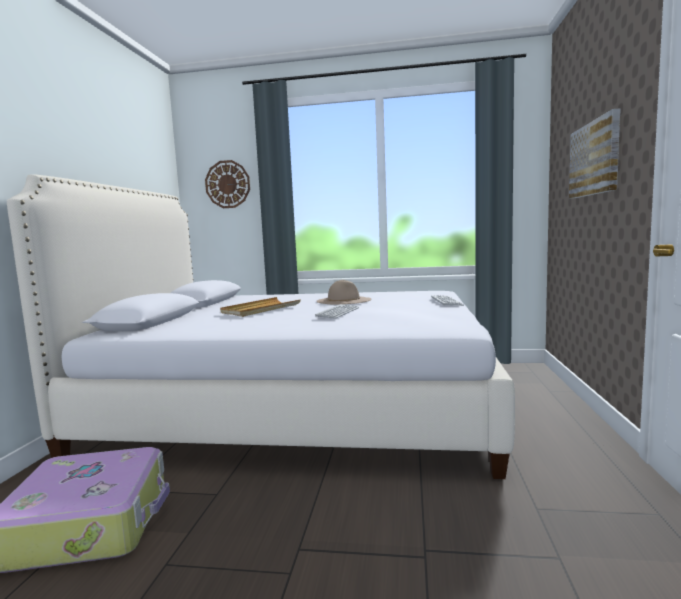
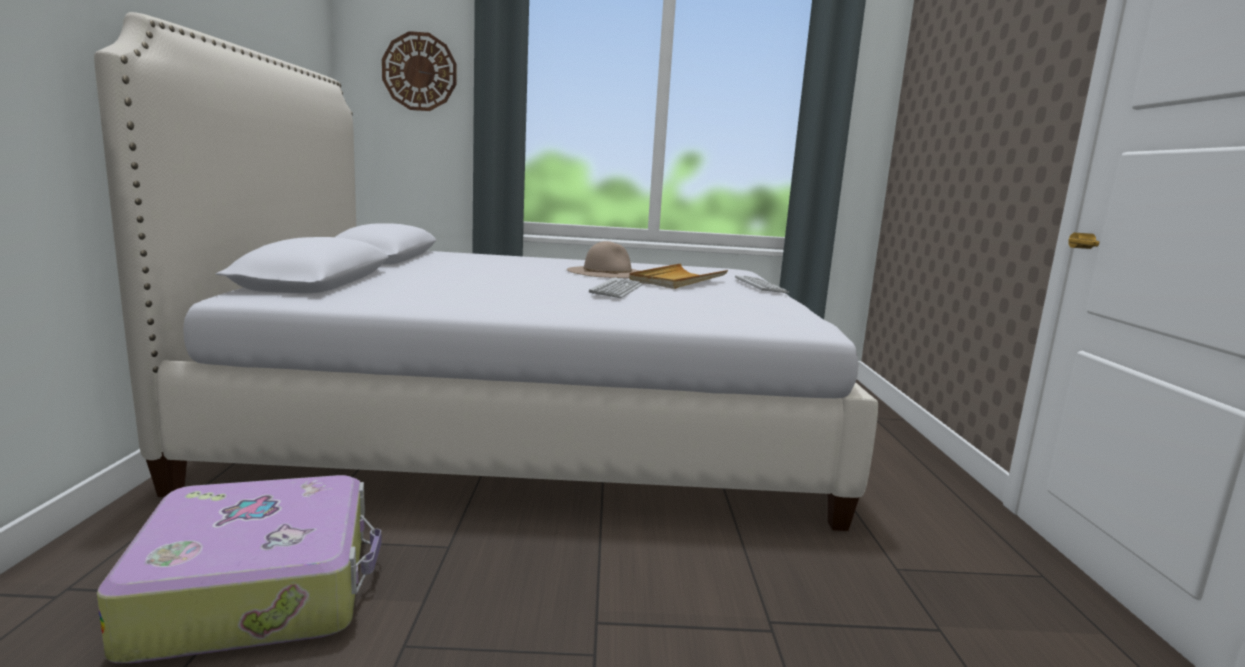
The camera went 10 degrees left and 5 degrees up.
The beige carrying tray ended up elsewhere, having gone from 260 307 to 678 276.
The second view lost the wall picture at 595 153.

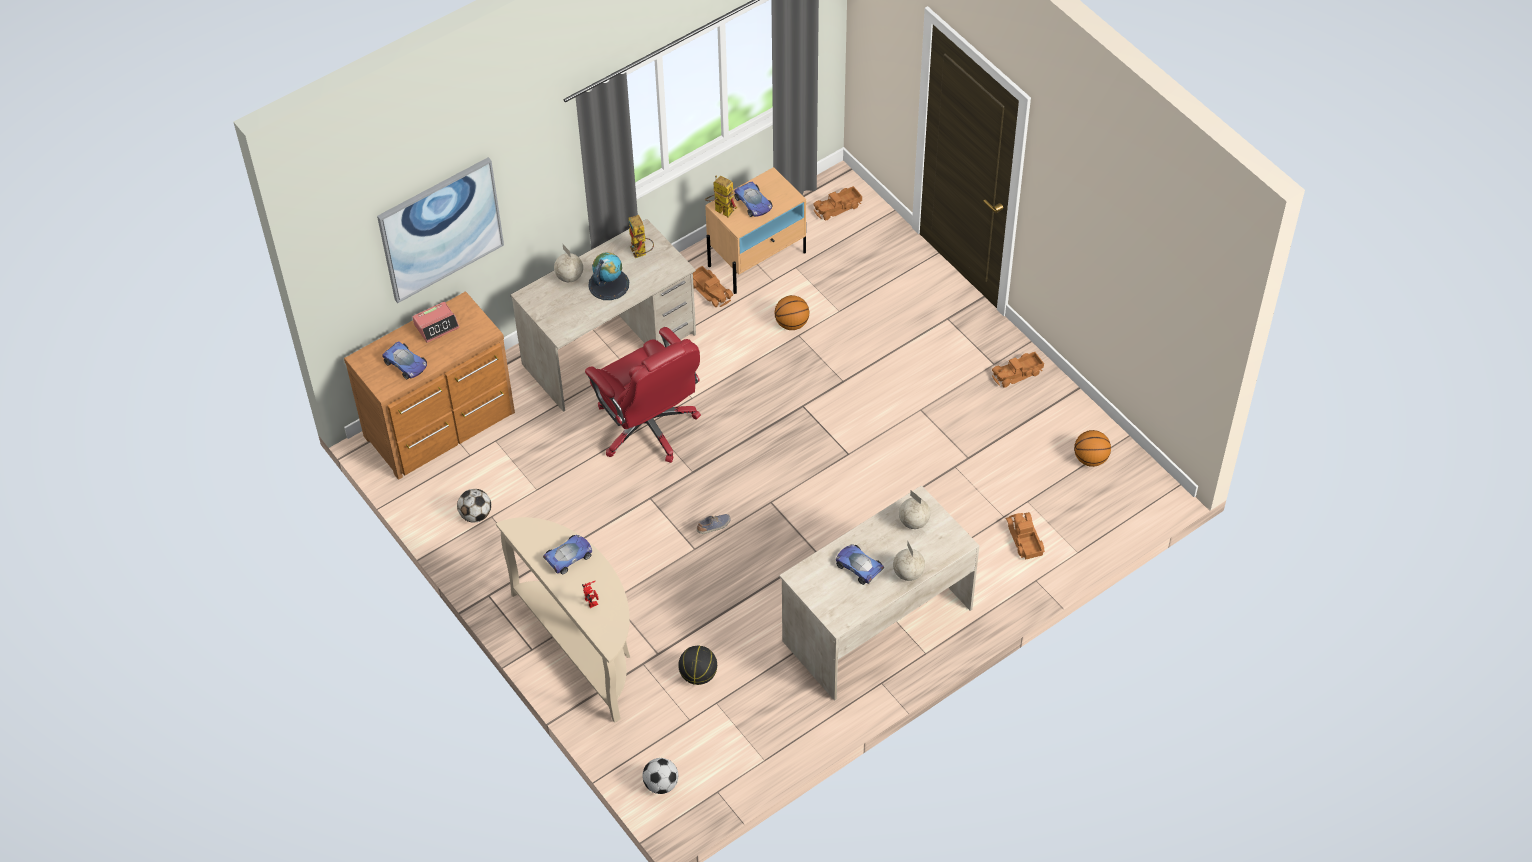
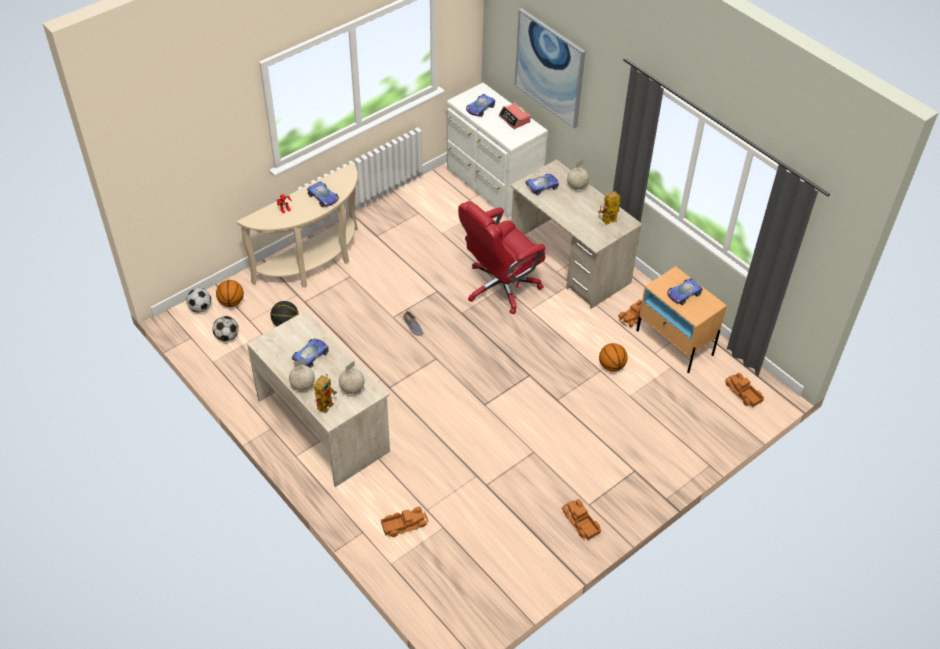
The camera went 85 degrees right and 5 degrees down.
What was the brownish drawer chest at 429 385 turned into the white drawer chest at 497 150.
The football ended up elsewhere, having gone from 474 505 to 226 328.
The second view lost the desk globe at 608 276.
The model robot ended up elsewhere, having gone from 721 196 to 325 394.
The basketball ball ended up elsewhere, having gone from 1092 448 to 230 293.
The second view gained the model car at 542 184.

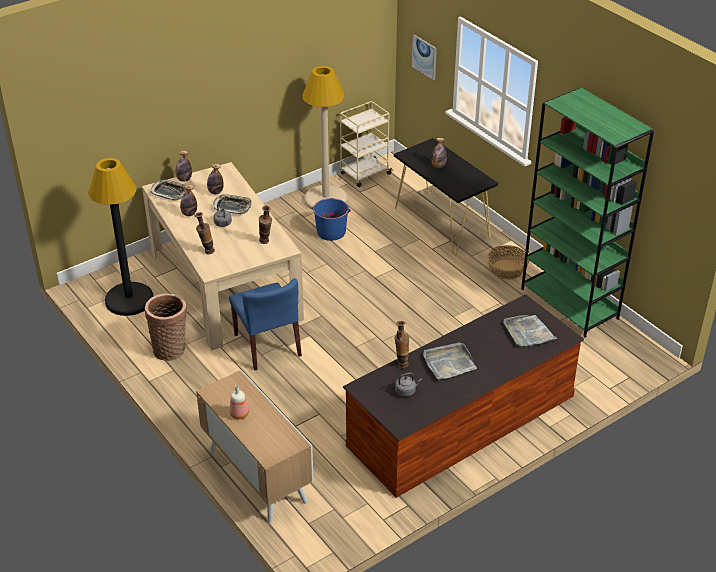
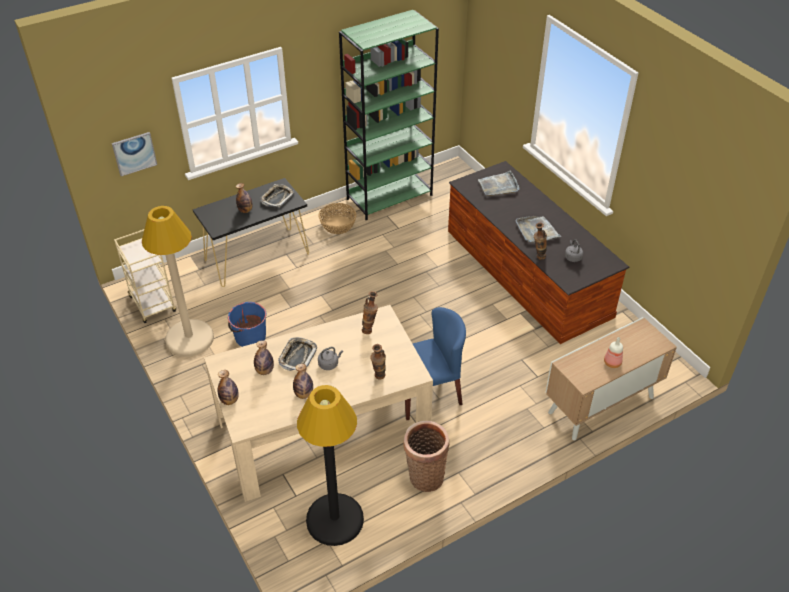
The camera went 85 degrees left and 5 degrees up.
The carrying tray ended up elsewhere, having gone from 168 190 to 277 195.

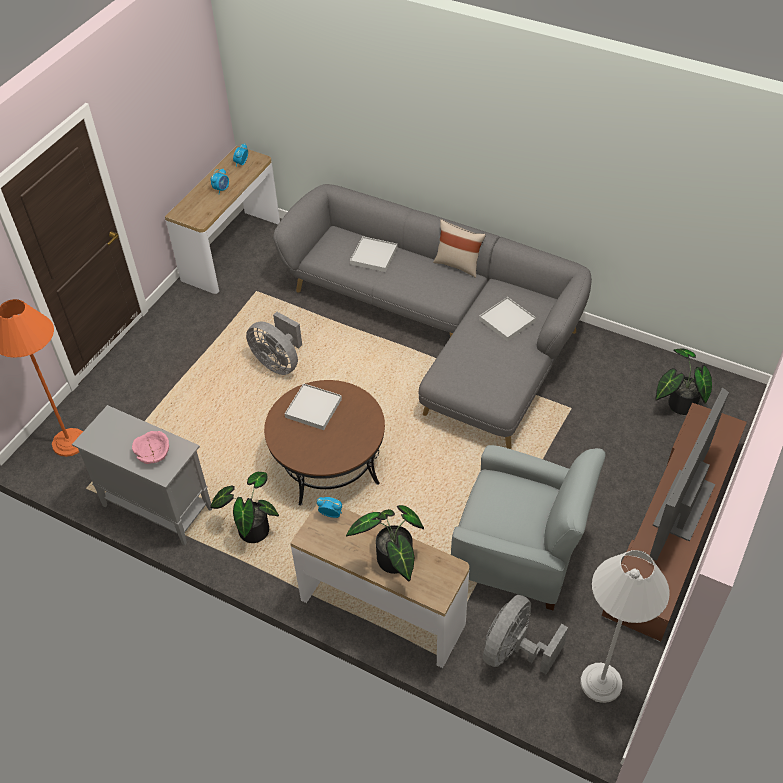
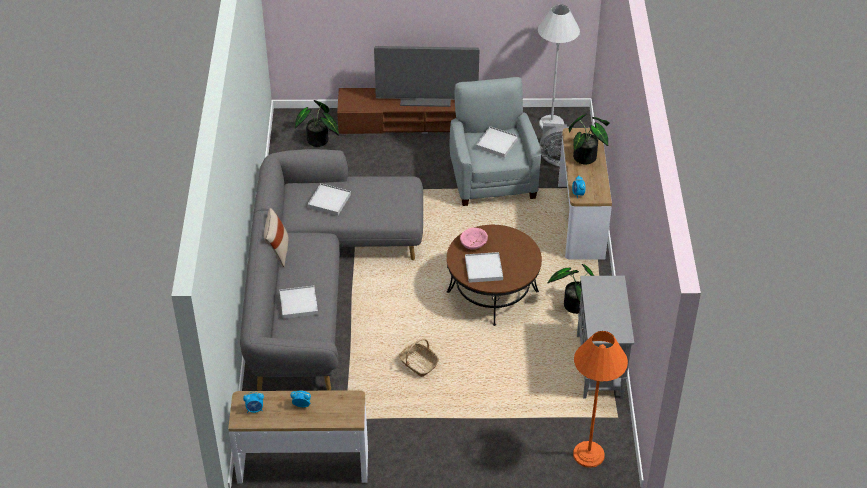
The camera went 120 degrees left and 5 degrees down.
The pink-coloured serving bowl ended up elsewhere, having gone from 150 447 to 474 239.
Where the greyish fan stood at 274 343, the storage basket came to stand at 419 358.
The second view gained the white carrying tray at 497 142.

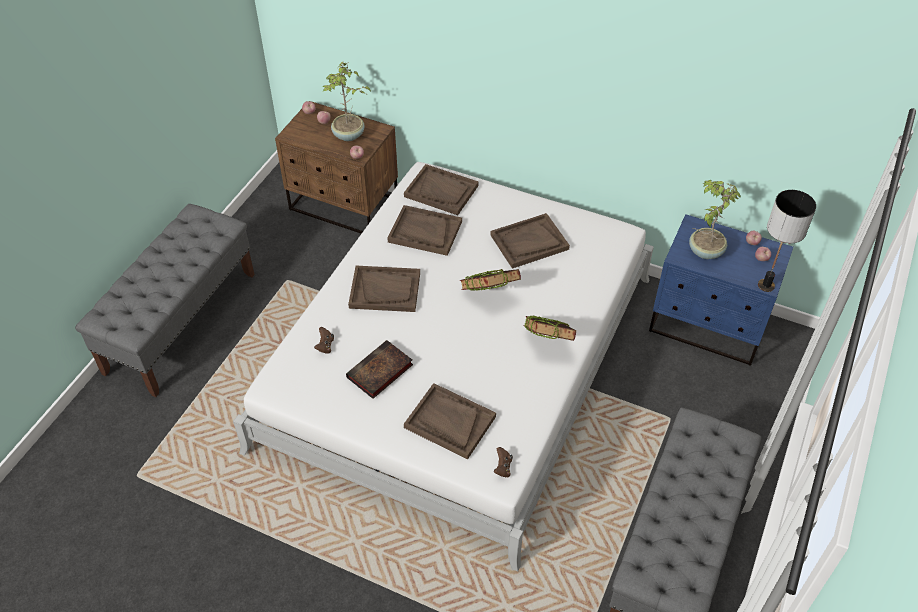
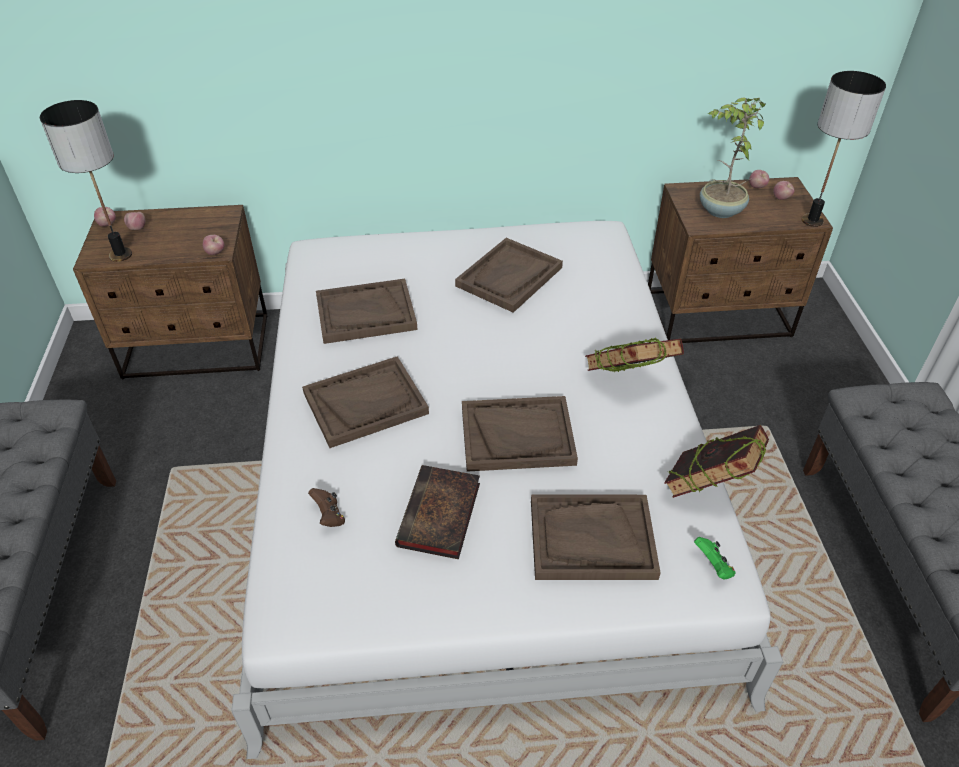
The camera went 30 degrees left and 5 degrees down.
The second view lost the plant in a pot at 347 101.
The brownish carrying tray ended up elsewhere, having gone from 441 189 to 520 434.
The bound book ended up elsewhere, having gone from 490 280 to 716 461.
What was the brownish joypad at 503 462 turned into the green joypad at 715 558.
What was the blue nightstand at 721 290 turned into the brownish nightstand at 740 260.
The second view gained the tabletop lamp at 86 181.

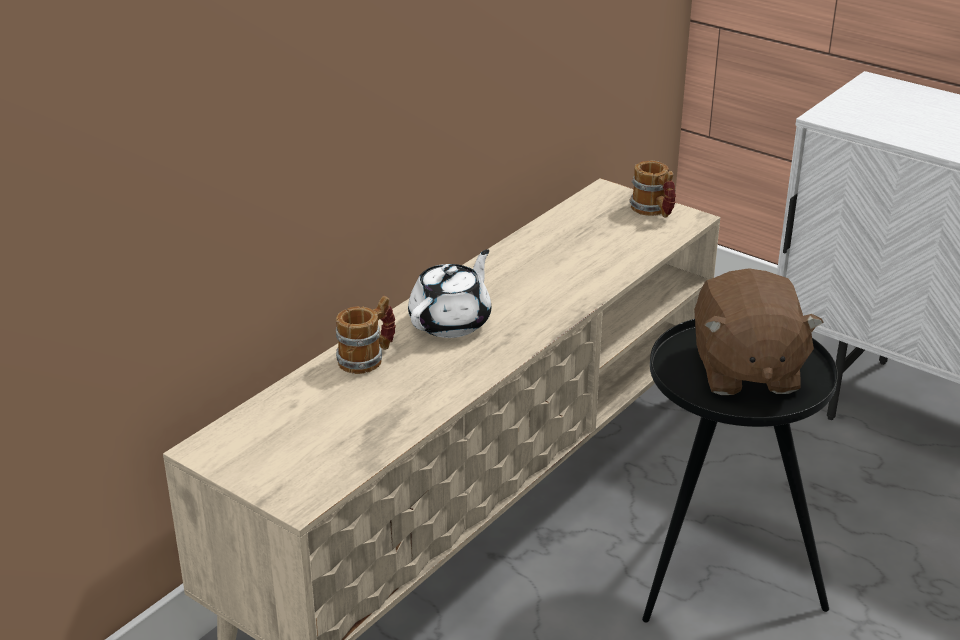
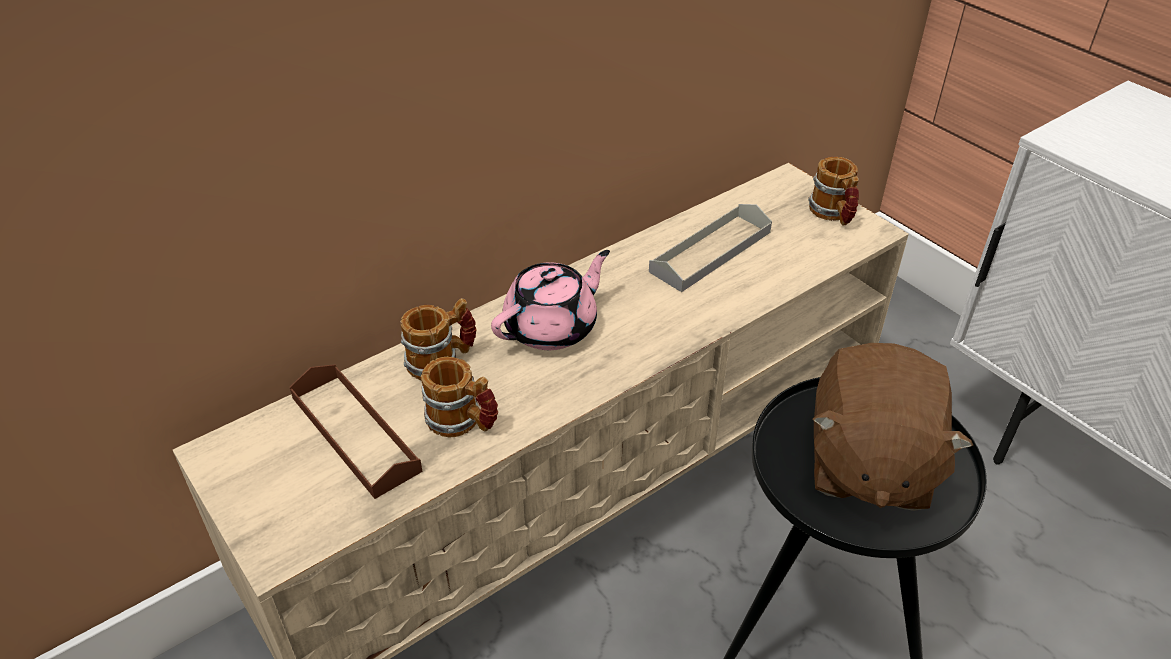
The camera went 15 degrees right and 10 degrees up.
What was the white tea pot at 449 293 turned into the pink-coloured tea pot at 550 300.
The second view gained the brownish carrying tray at 356 431.
The second view gained the tea mug at 459 397.
The second view gained the greyish carrying tray at 710 248.

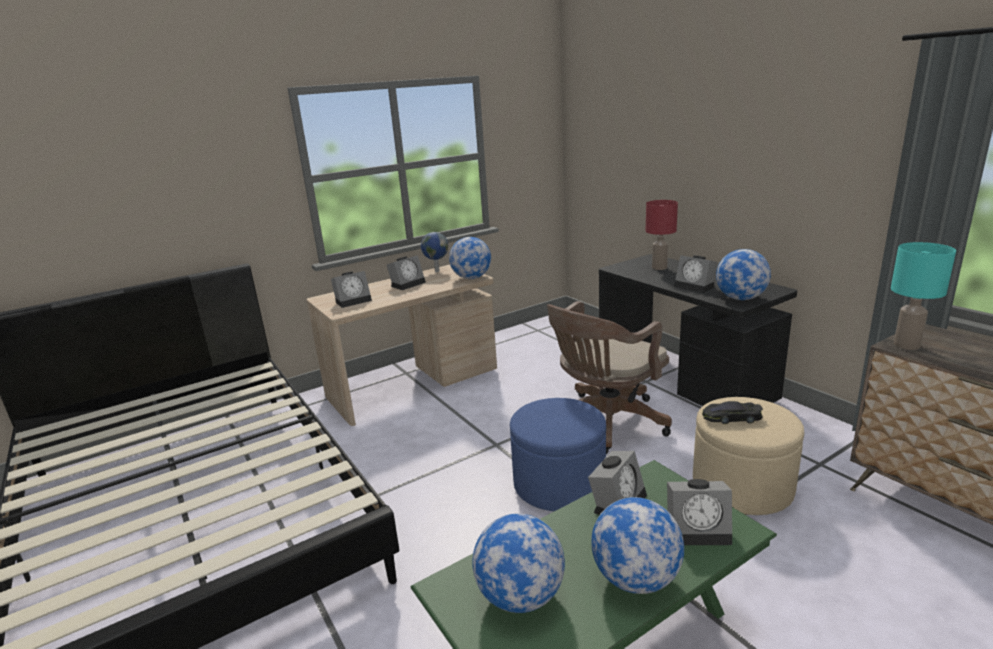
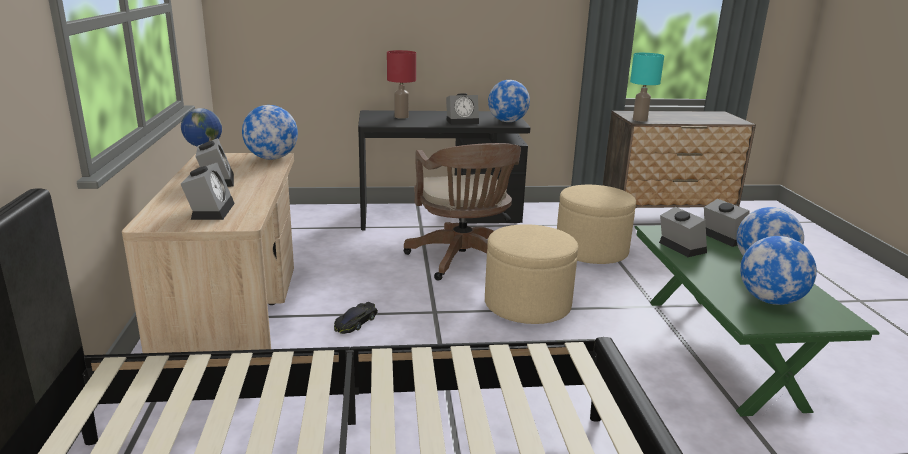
The camera went 65 degrees left and 0 degrees up.
What was the blue ottoman at 558 454 turned into the beige ottoman at 531 274.
The bedside clock at 699 512 ended up facing another way, 60 degrees counterclockwise from before.
The black-coloured model car ended up elsewhere, having gone from 732 412 to 356 318.

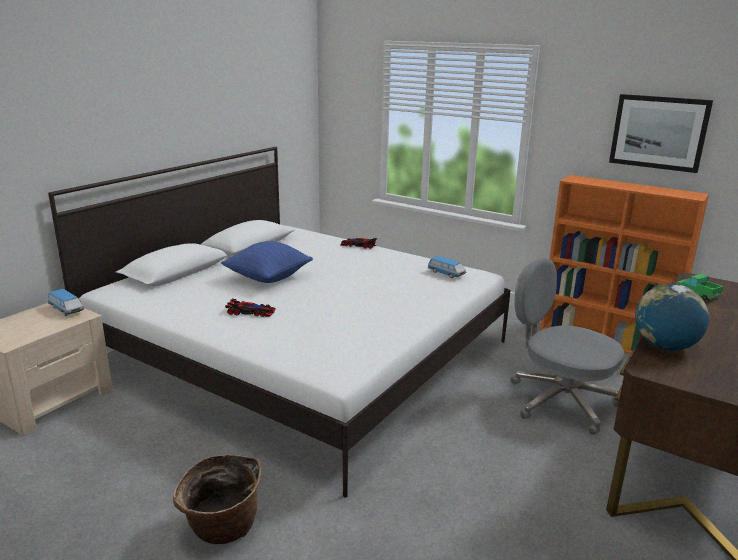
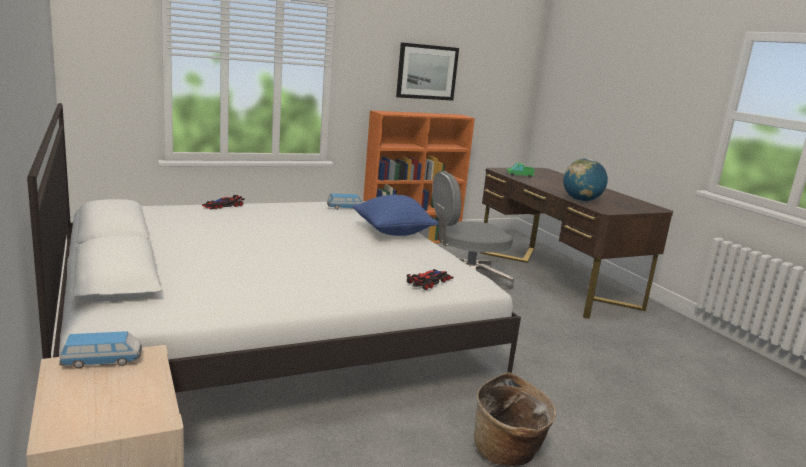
The camera went 60 degrees left and 5 degrees down.
The blue throw pillow ended up elsewhere, having gone from 267 262 to 396 215.
The model car ended up elsewhere, having gone from 250 308 to 430 279.

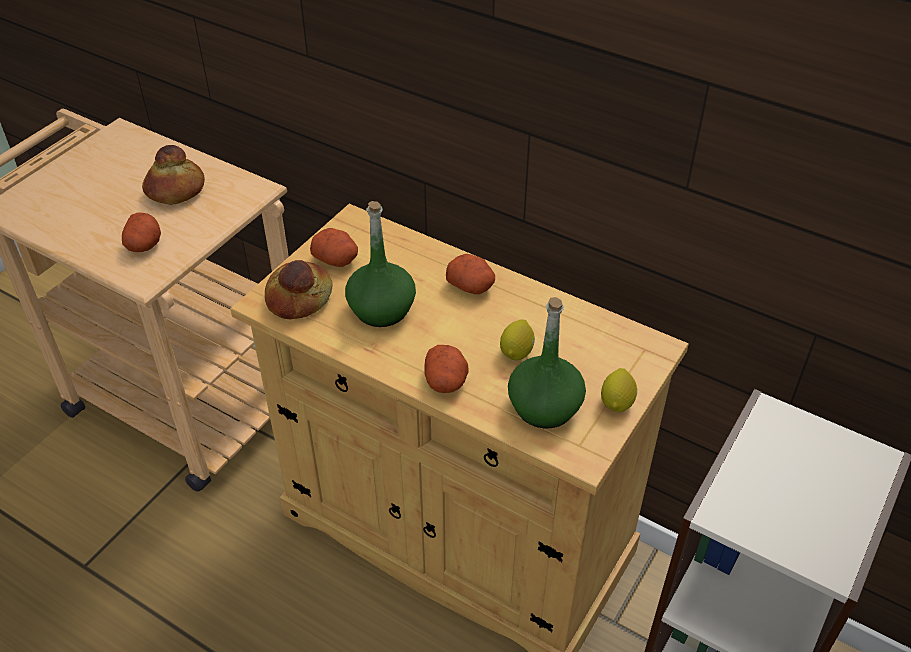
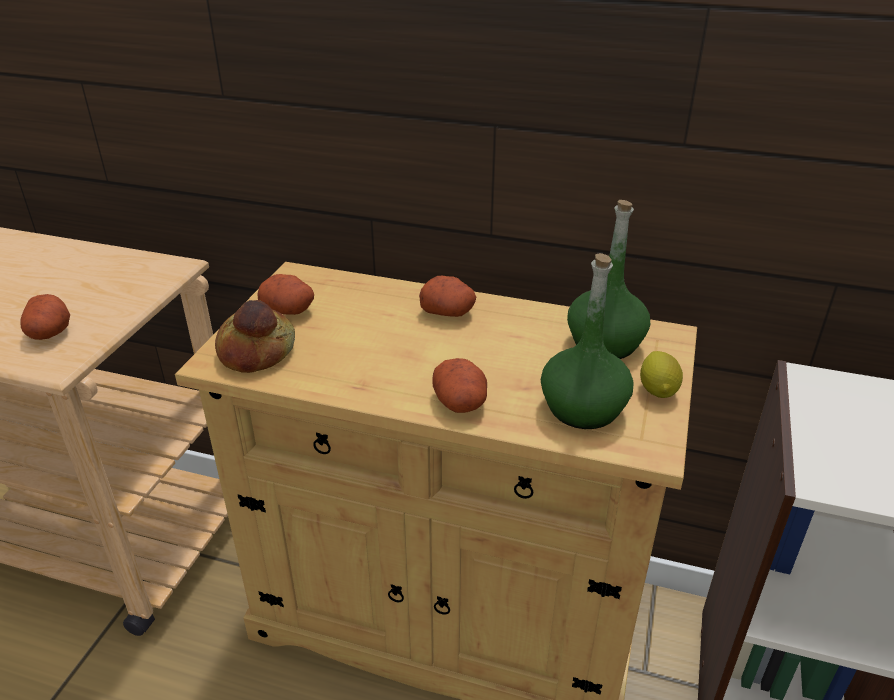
The camera went 15 degrees left and 10 degrees down.
The second view lost the bakery bread at 173 175.
The green bottle ended up elsewhere, having gone from 380 264 to 608 279.
The second view lost the citrus fruit at 517 339.

